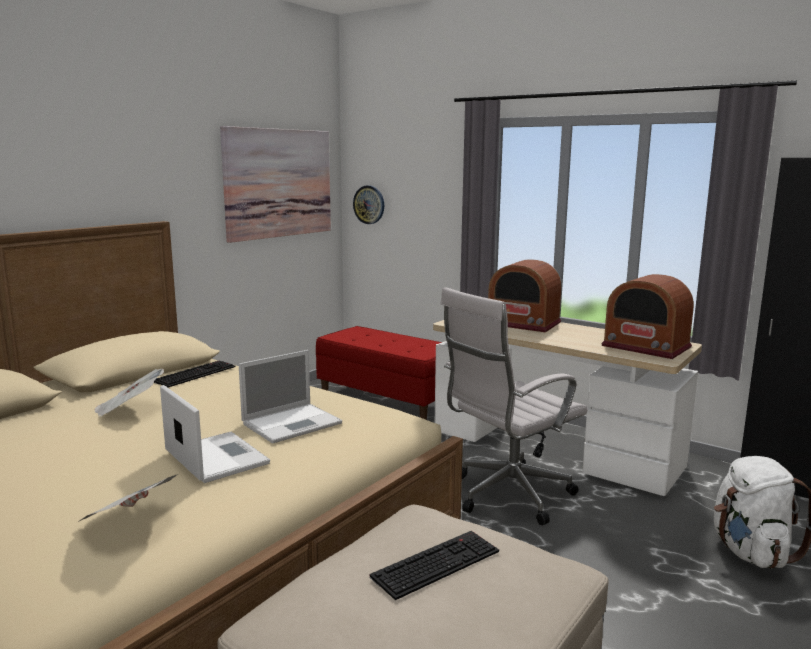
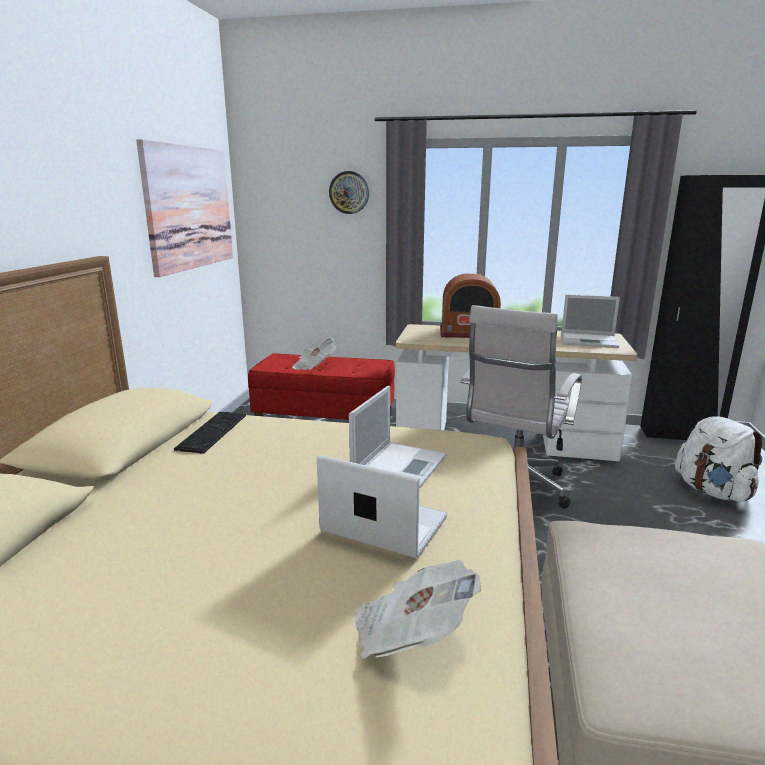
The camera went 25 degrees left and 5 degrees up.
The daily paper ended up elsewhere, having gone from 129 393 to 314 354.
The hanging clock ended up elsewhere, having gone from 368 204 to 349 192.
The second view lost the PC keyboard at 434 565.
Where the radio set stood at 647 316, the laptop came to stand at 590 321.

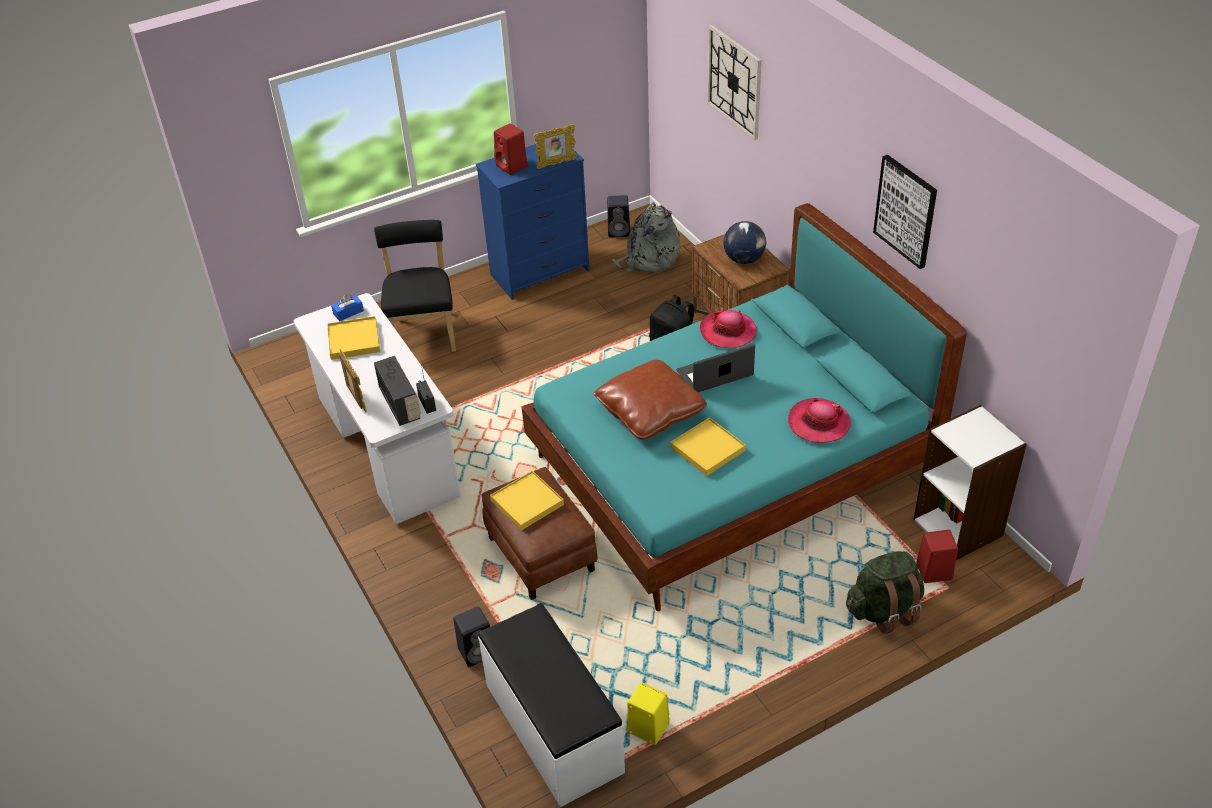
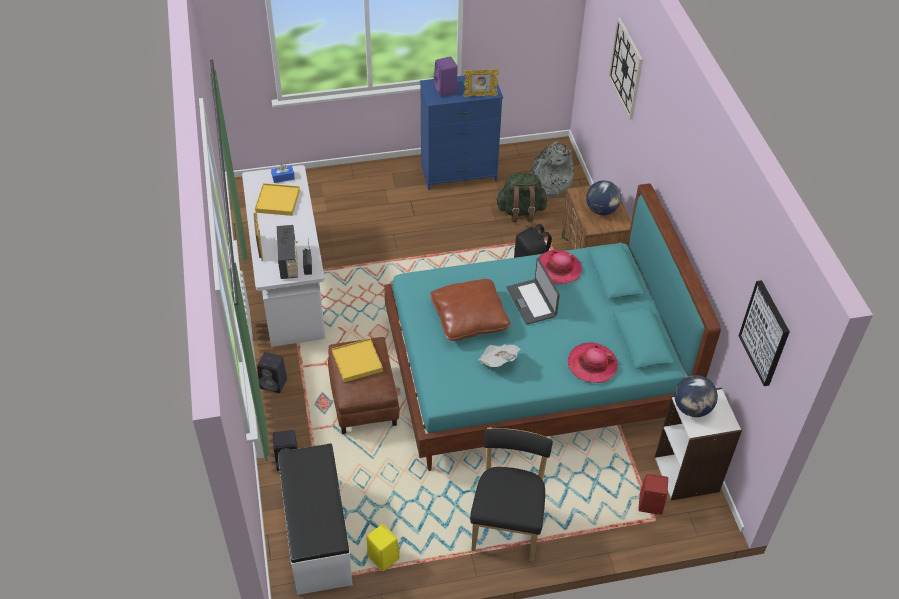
The camera went 15 degrees right and 5 degrees up.
The black-coloured chair ended up elsewhere, having gone from 415 286 to 511 494.
What was the red-coloured audio speaker at 510 149 turned into the purple-coloured audio speaker at 445 77.
The black-coloured audio speaker ended up elsewhere, having gone from 618 216 to 272 372.
Where the yellow-coloured carrying tray stood at 708 446, the daily paper came to stand at 499 355.
The laptop at 716 368 ended up facing another way, 105 degrees counterclockwise from before.
The green knapsack ended up elsewhere, having gone from 885 592 to 521 197.
The wall picture ended up elsewhere, having gone from 905 211 to 764 333.
The second view gained the desk globe at 696 396.

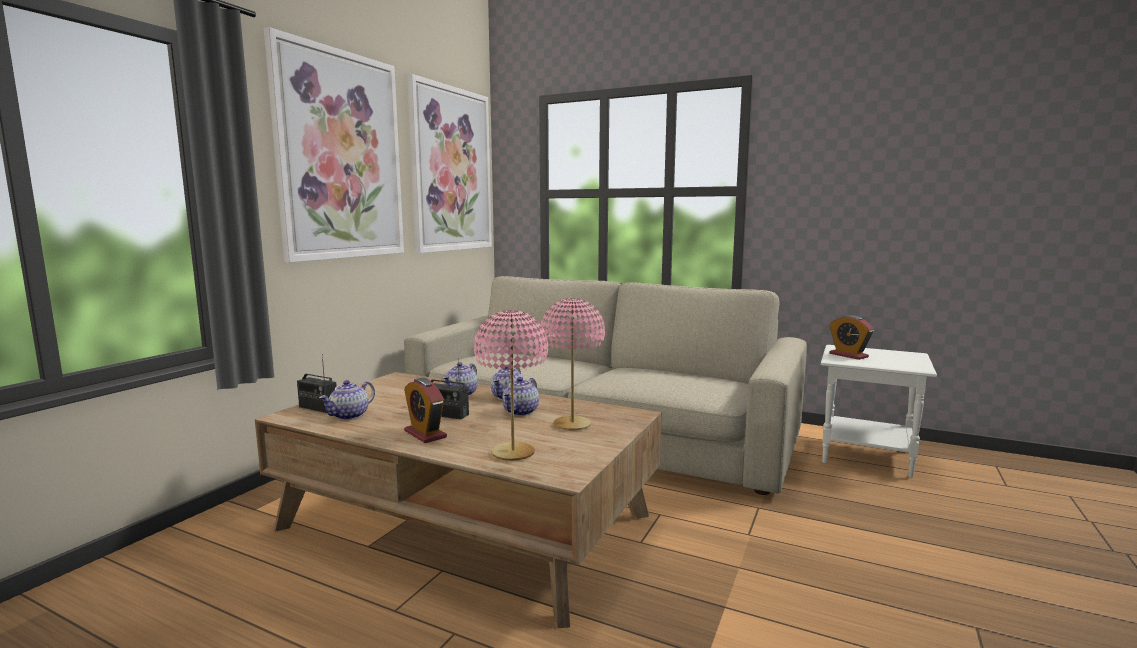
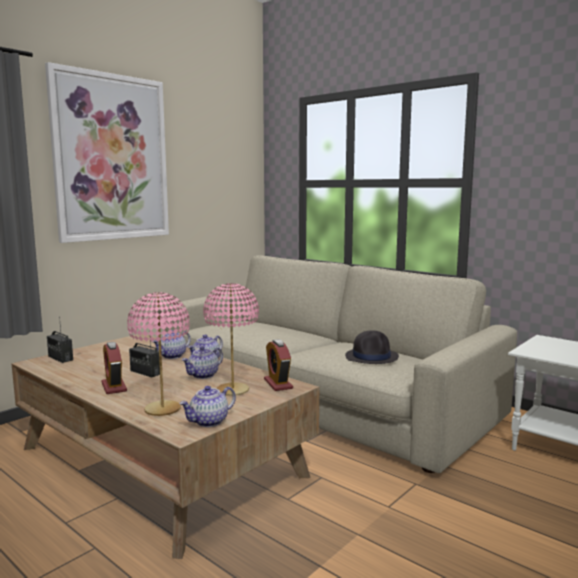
The camera went 15 degrees right and 0 degrees up.
The tea pot ended up elsewhere, having gone from 347 400 to 207 406.
The second view lost the wall picture at 449 163.
The bedside clock ended up elsewhere, having gone from 852 337 to 278 365.
The second view gained the black-coloured wearable hat at 372 347.

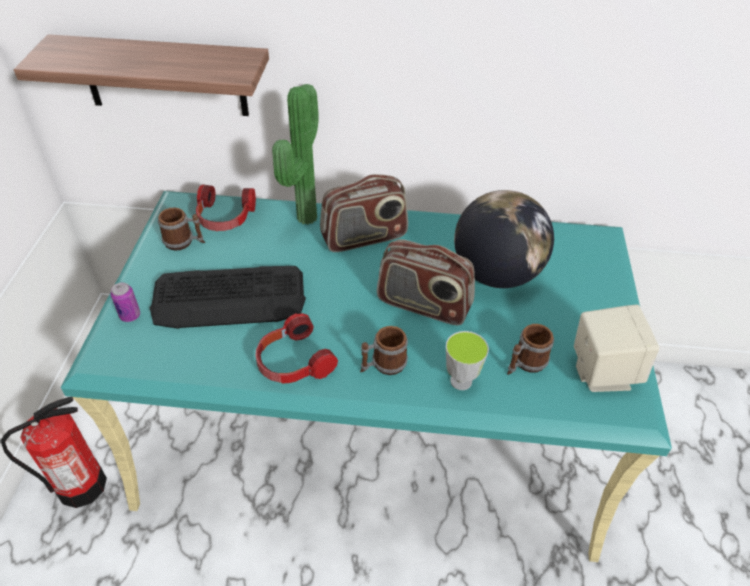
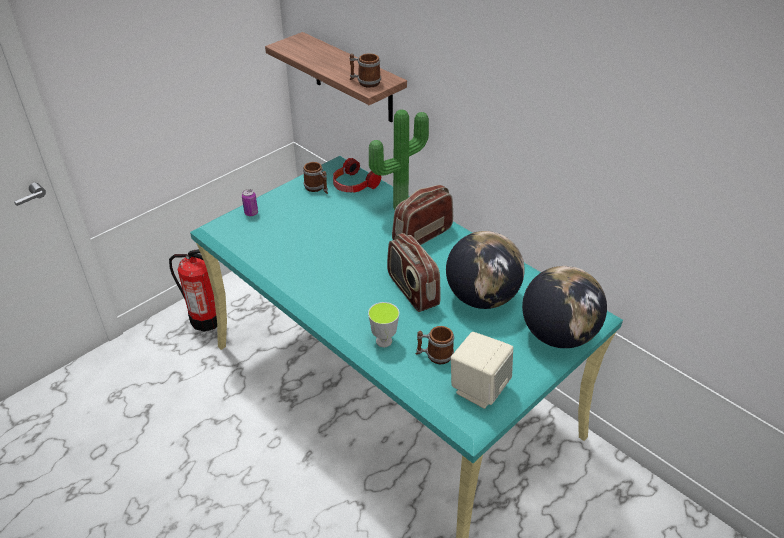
The camera went 40 degrees right and 5 degrees down.
The second view lost the PC keyboard at 227 297.
The second view lost the headset at 297 348.
The radio set at 364 213 ended up facing another way, 120 degrees clockwise from before.
The tea mug ended up elsewhere, having gone from 384 350 to 365 70.
The second view gained the desk globe at 564 307.

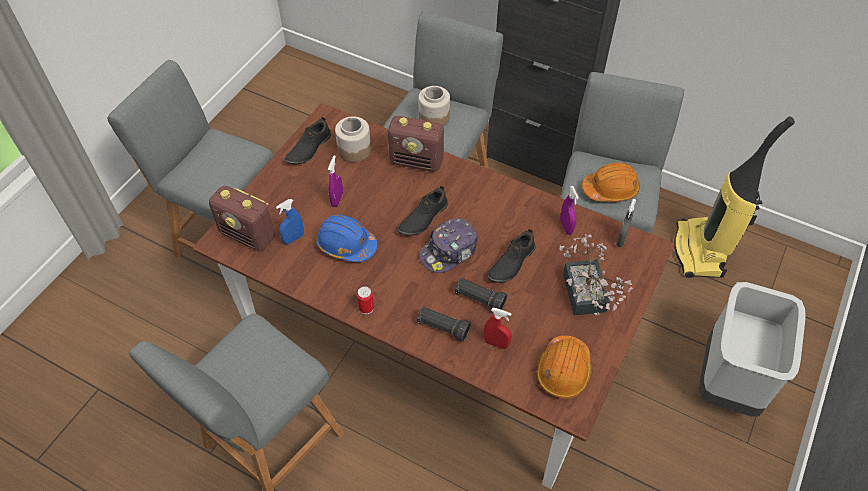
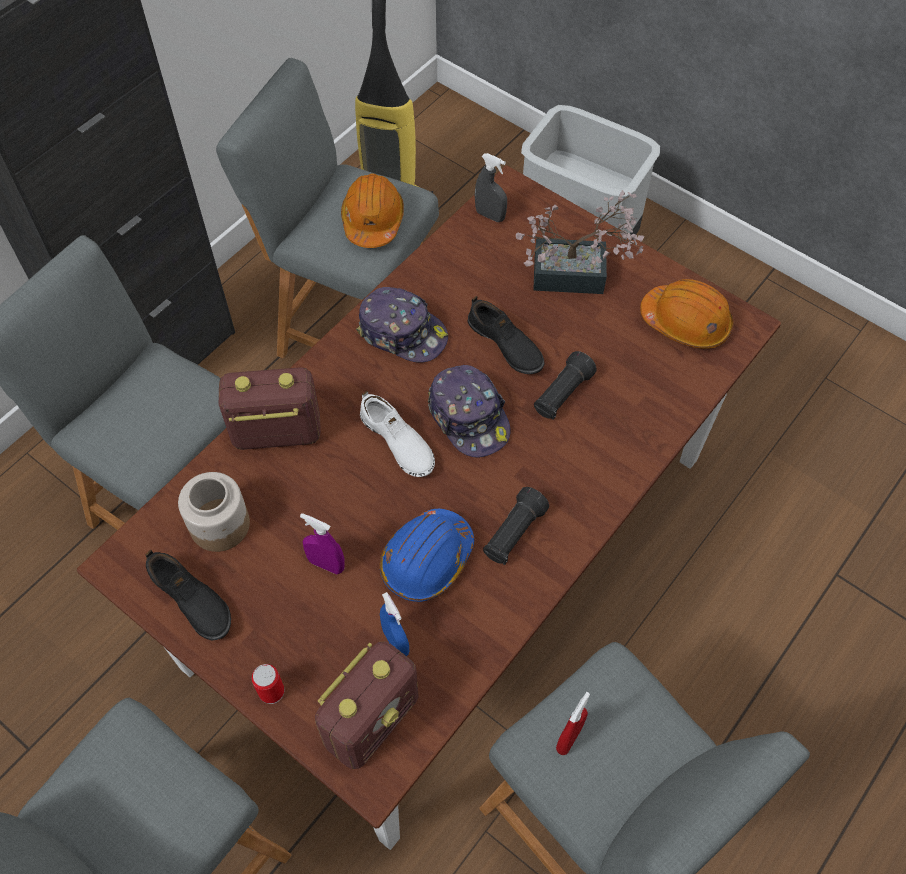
The camera went 80 degrees left and 5 degrees up.
The can ended up elsewhere, having gone from 365 300 to 268 684.
The radio set at 416 144 ended up facing another way, 120 degrees counterclockwise from before.
What was the black-coloured item of footwear at 422 211 turned into the white item of footwear at 397 434.
The black-coloured torch ended up elsewhere, having gone from 444 324 to 516 526.
The second view lost the preserve jar at 434 106.
The red-coloured spray bottle ended up elsewhere, having gone from 498 328 to 573 723.
The second view lost the purple-coloured spray bottle at 569 210.
The second view gained the cap at 402 325.

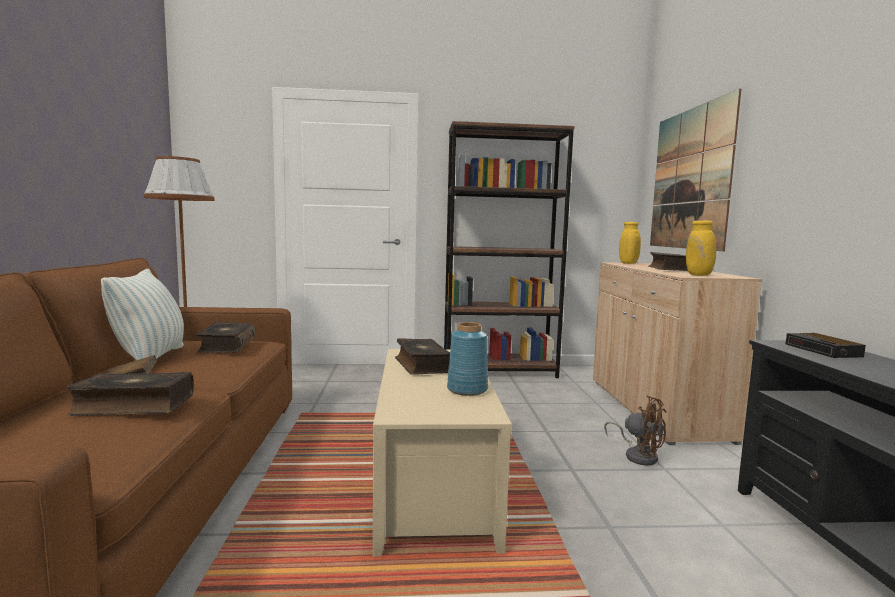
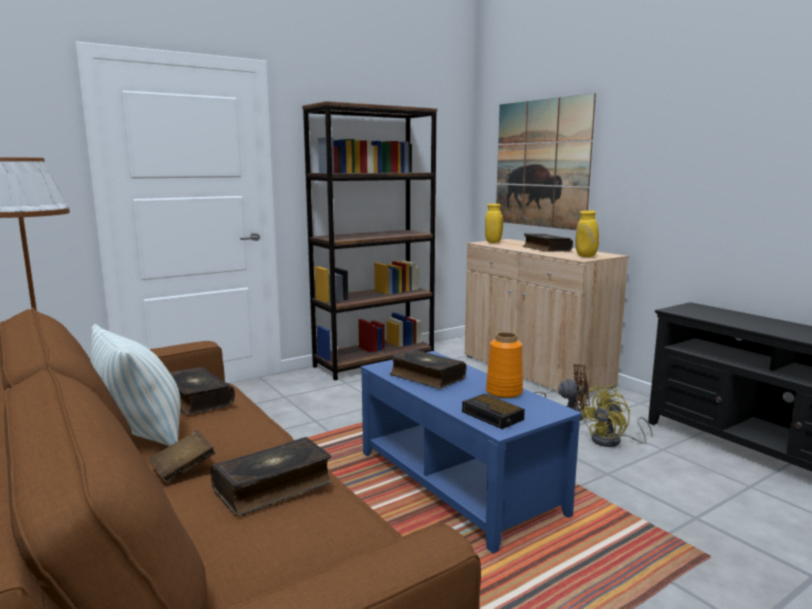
The camera went 30 degrees left and 5 degrees up.
What was the beige coffee table at 442 453 turned into the blue coffee table at 471 452.
What was the blue flower vase at 467 359 turned into the orangey flower vase at 504 365.
The bedside clock ended up elsewhere, having gone from 826 345 to 493 411.
The second view gained the yellow-coloured fan at 617 416.

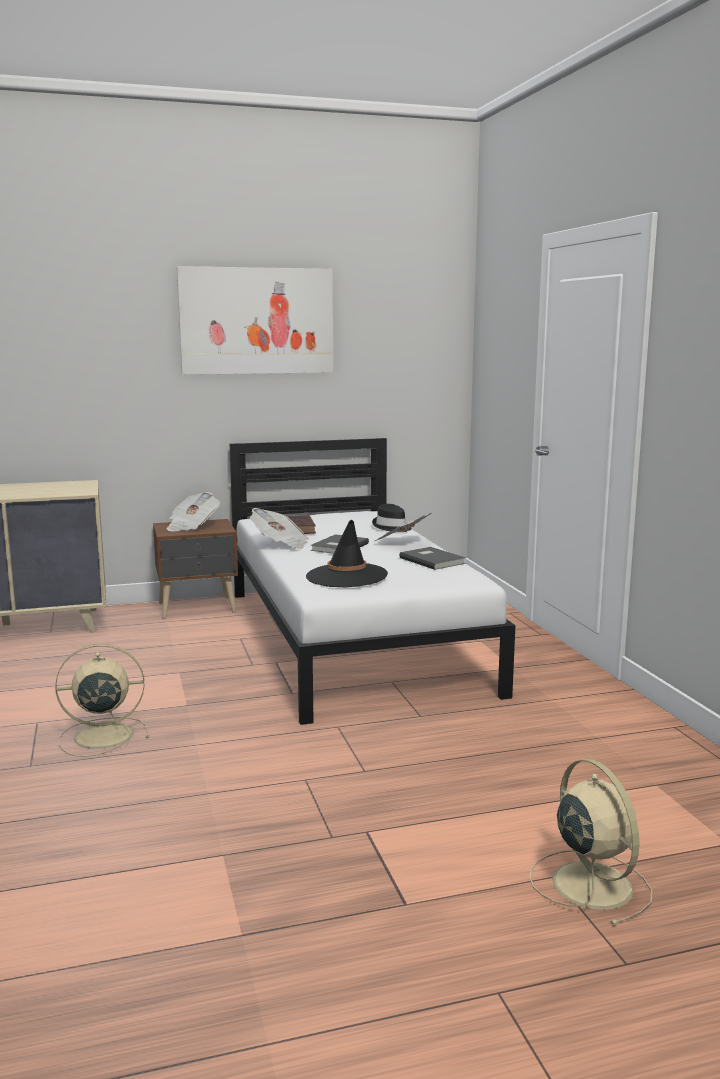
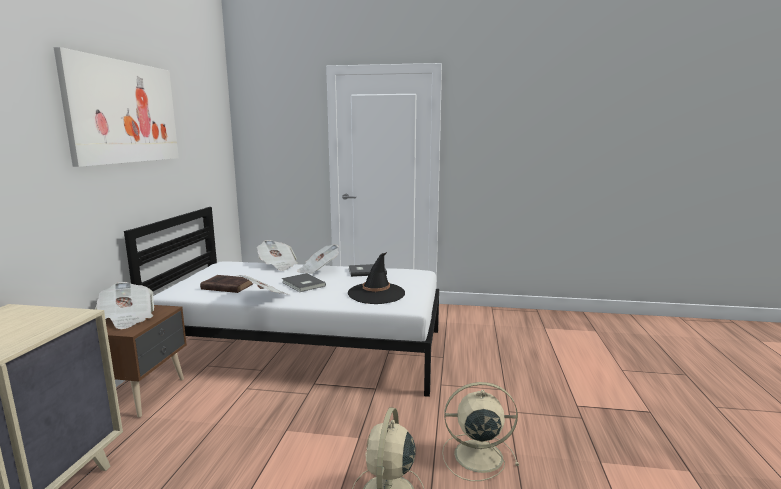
The camera went 65 degrees left and 0 degrees up.
Where the black-coloured wearable hat stood at 392 518, the daily paper came to stand at 277 255.
The beige fan ended up elsewhere, having gone from 590 842 to 480 431.

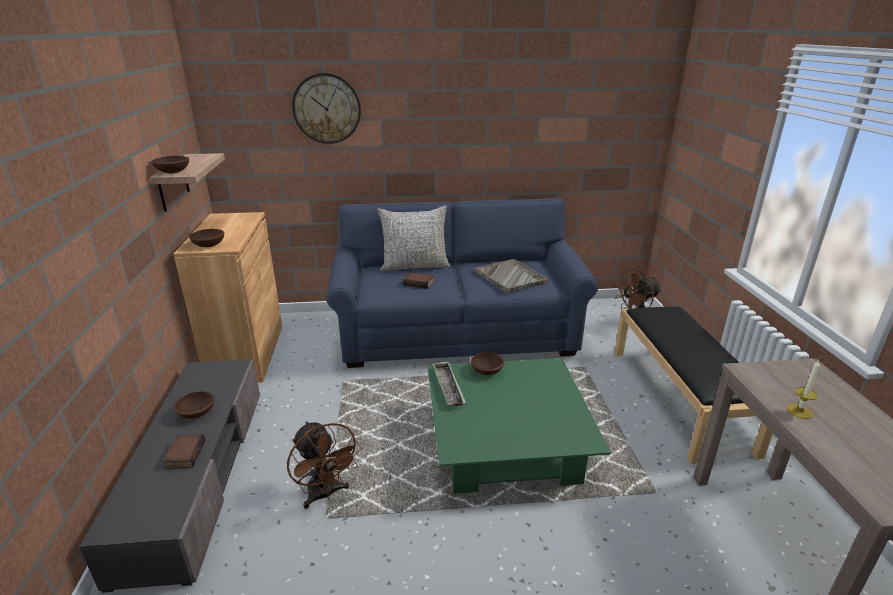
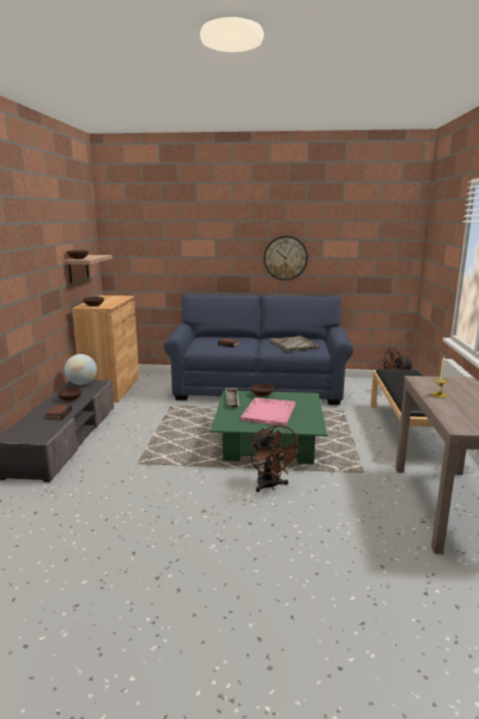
The camera went 10 degrees right and 10 degrees down.
The brownish fan ended up elsewhere, having gone from 324 465 to 277 458.
The hanging clock ended up elsewhere, having gone from 326 108 to 286 258.
The second view lost the greyish throw pillow at 413 238.
The second view gained the desk globe at 80 369.
The second view gained the pink-coloured carrying tray at 268 412.

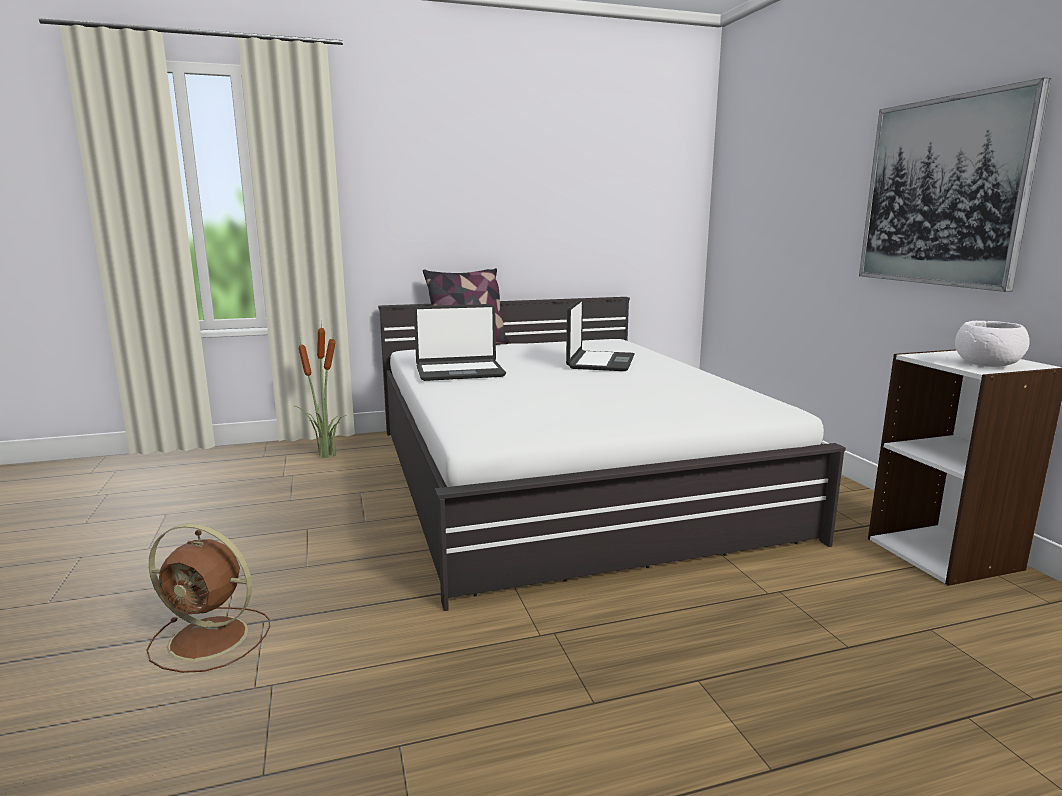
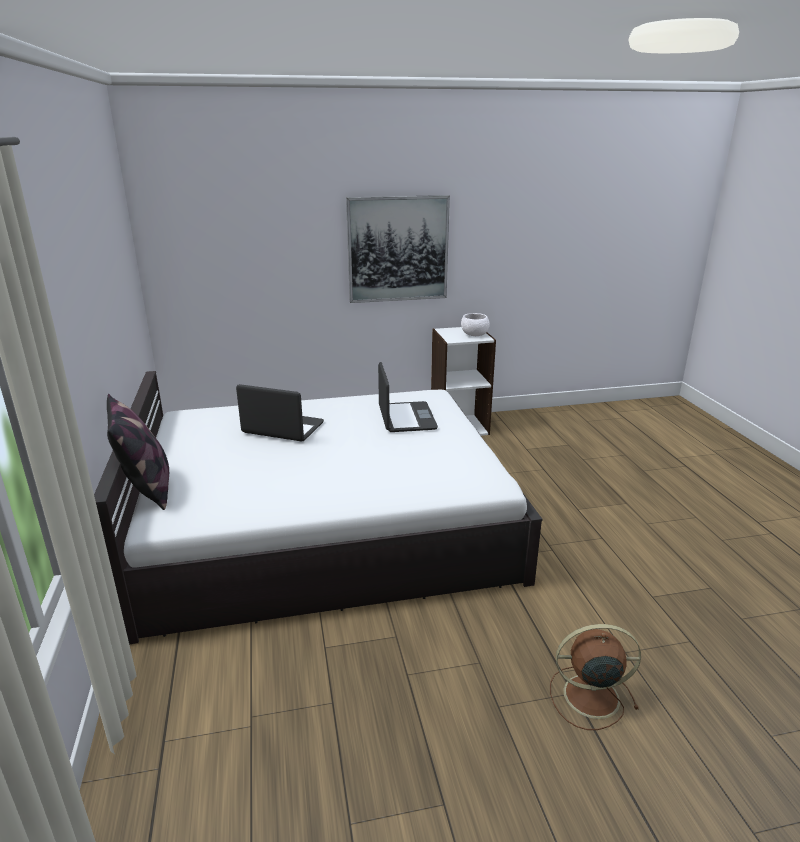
The camera went 85 degrees left and 10 degrees up.
The brownish fan at 208 598 ended up facing another way, 105 degrees counterclockwise from before.
The second view lost the plant in a pot at 320 390.
The laptop ended up elsewhere, having gone from 460 342 to 408 397.

